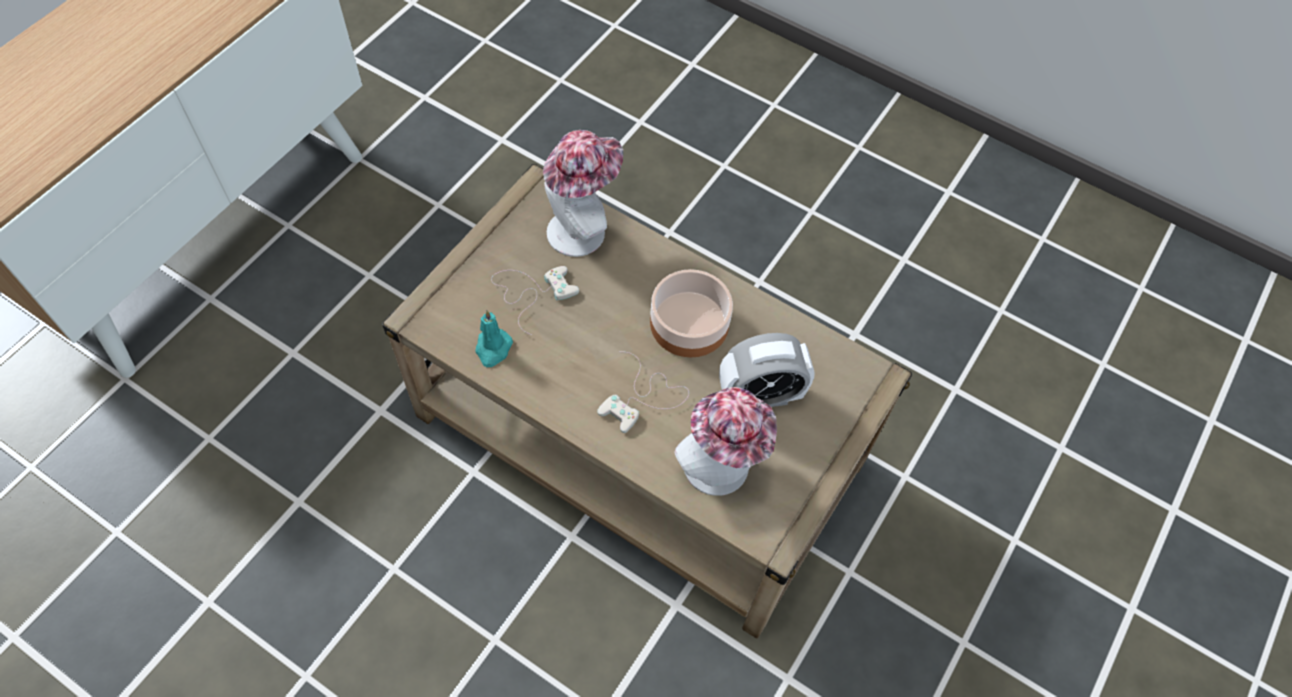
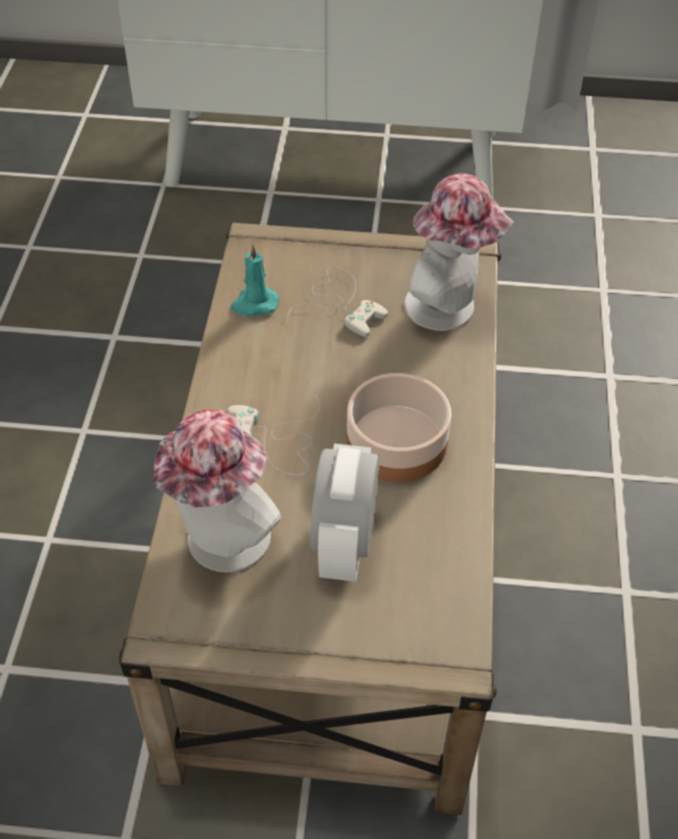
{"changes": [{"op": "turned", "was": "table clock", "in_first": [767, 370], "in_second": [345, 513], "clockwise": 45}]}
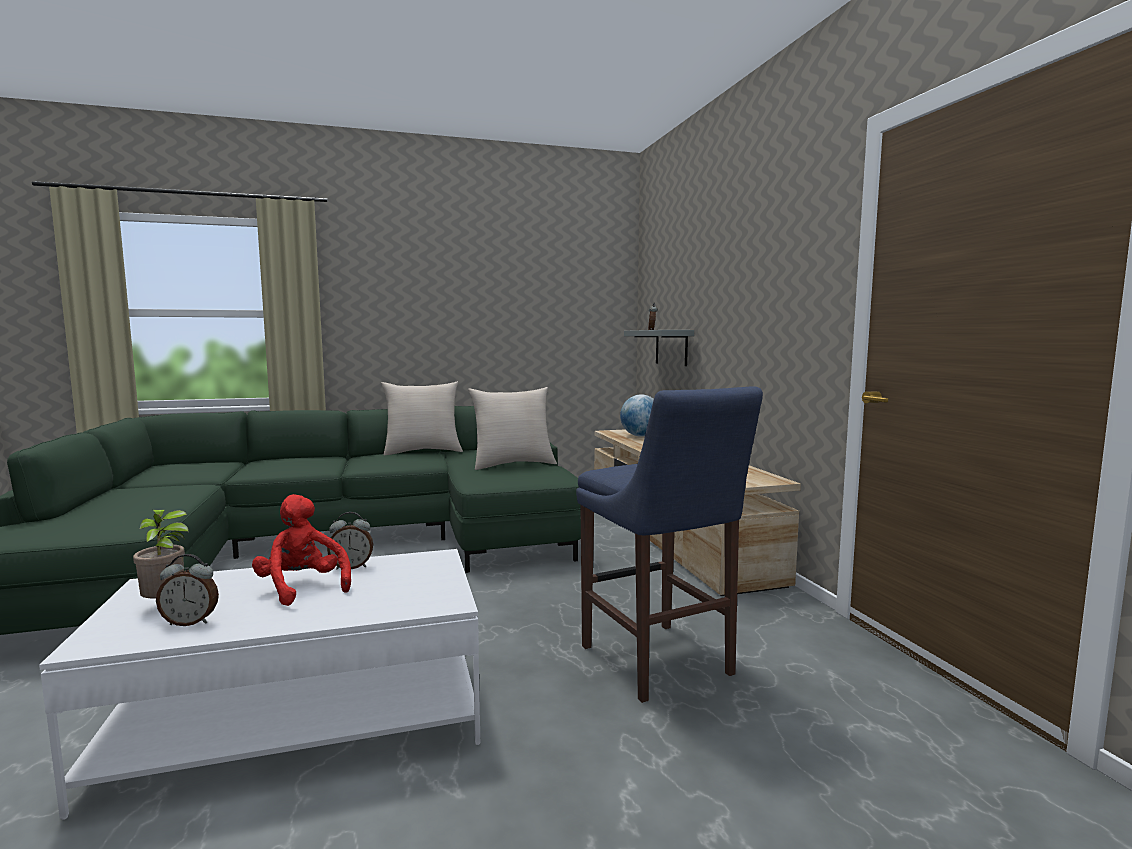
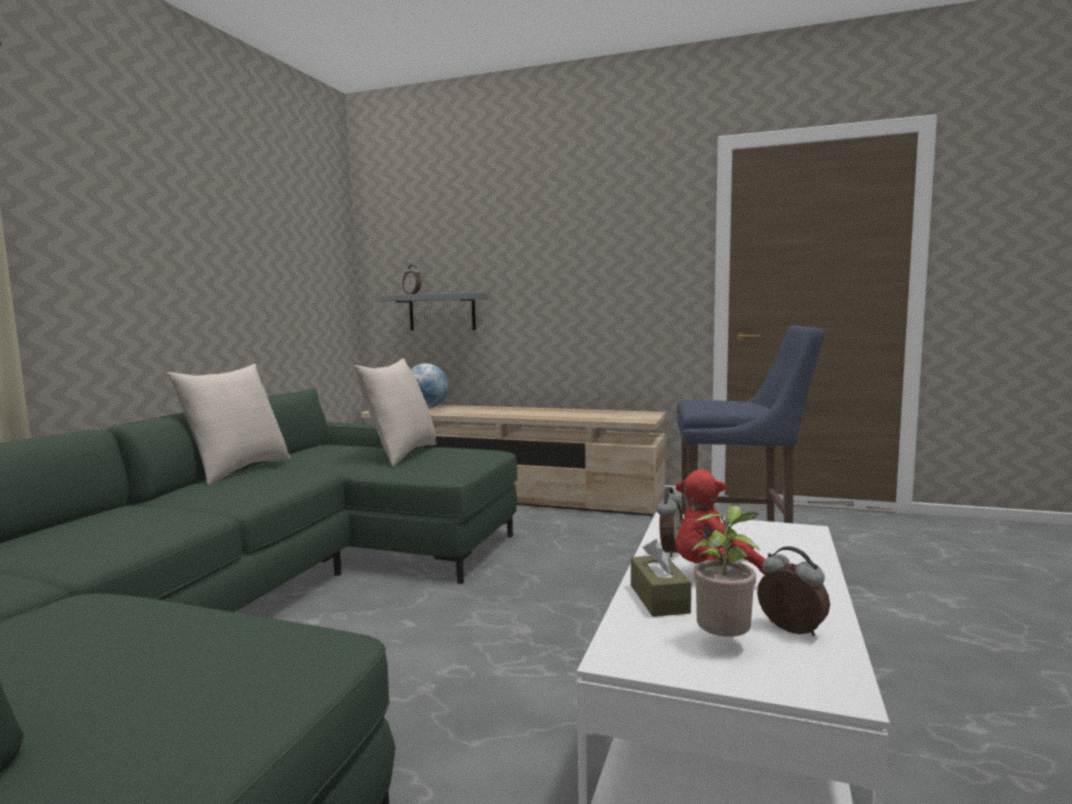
{"changes": [{"op": "turned", "was": "table clock", "in_first": [187, 590], "in_second": [793, 591], "clockwise": -75}, {"op": "added", "now": "brown-coloured tissue box", "in_second": [661, 578]}]}
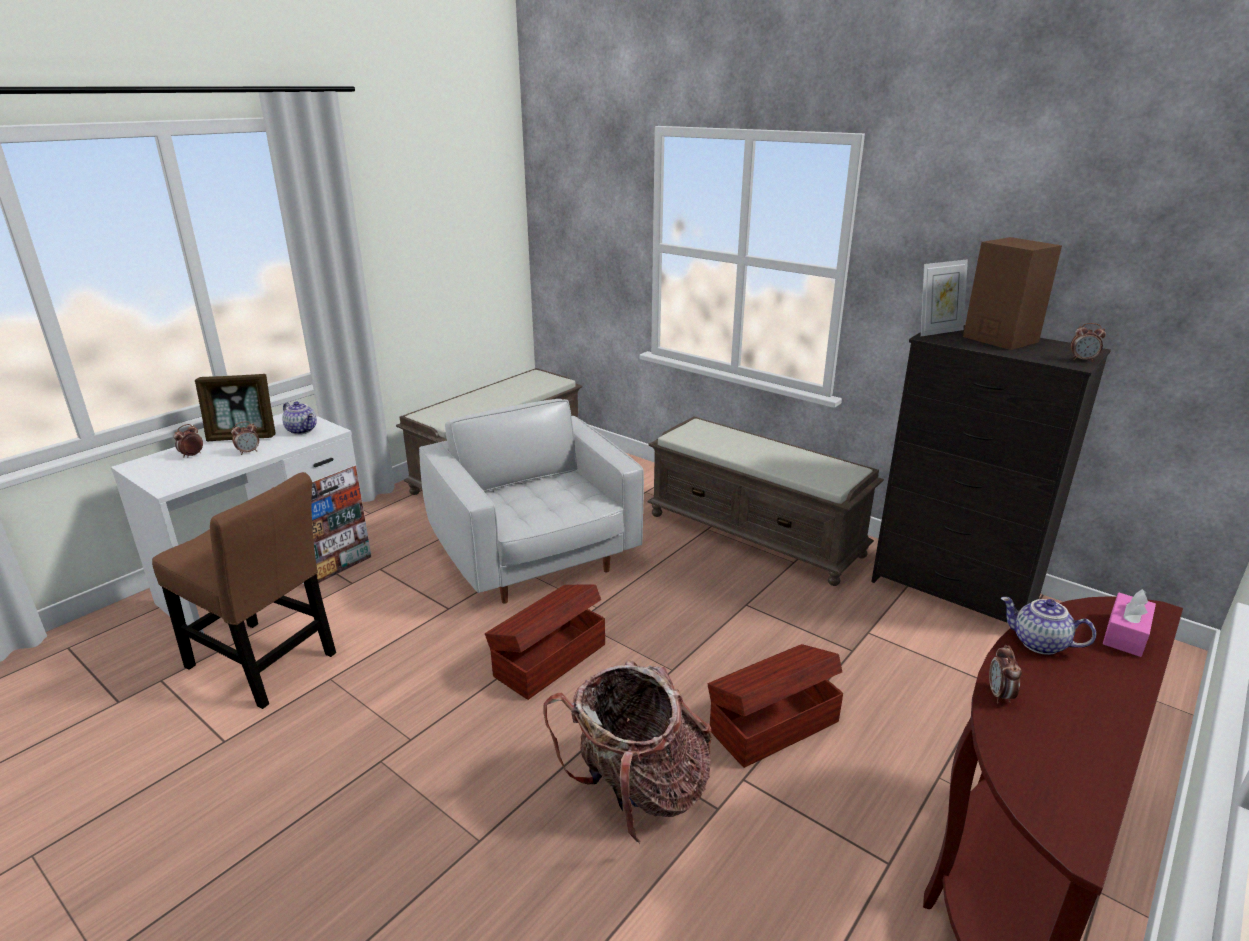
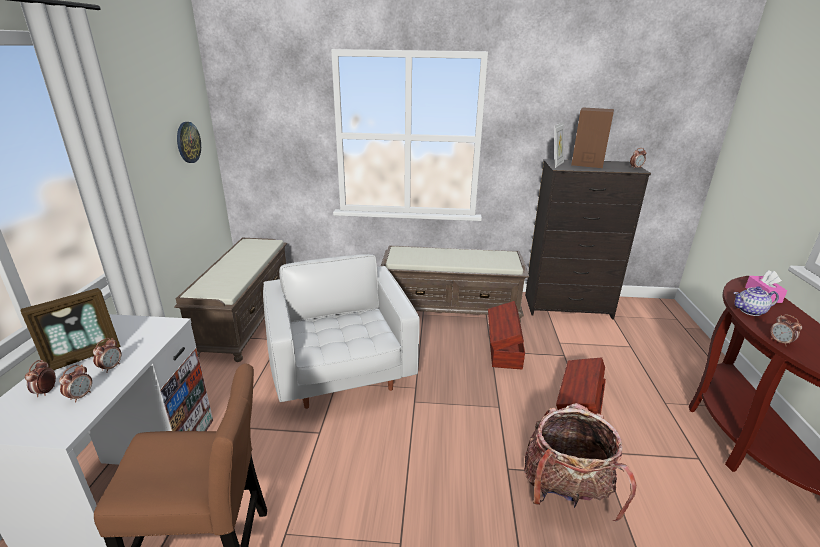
{"changes": [{"op": "removed", "was": "pot for tea", "in_first": [299, 418]}, {"op": "turned", "was": "white-coloured lounge chair", "in_first": [531, 501], "in_second": [341, 331], "clockwise": 45}, {"op": "moved", "was": "brown-coloured storage container", "in_first": [545, 642], "in_second": [506, 335]}, {"op": "added", "now": "table clock", "in_second": [75, 383]}, {"op": "added", "now": "wall clock", "in_second": [189, 142]}]}
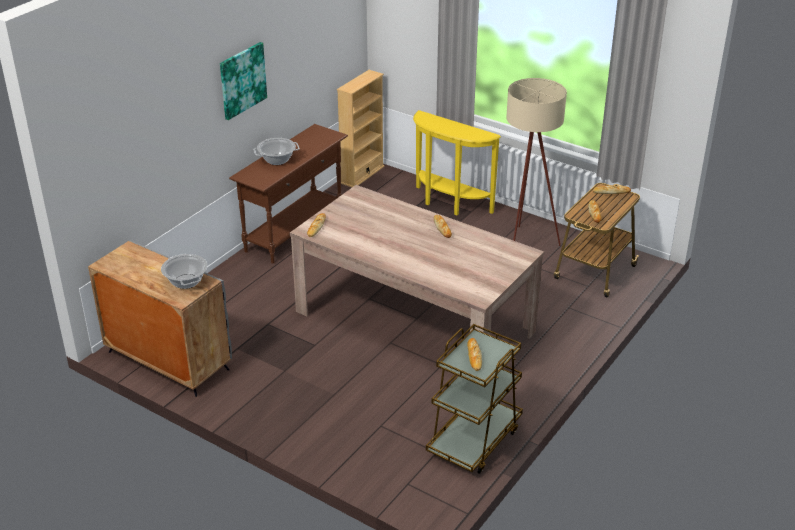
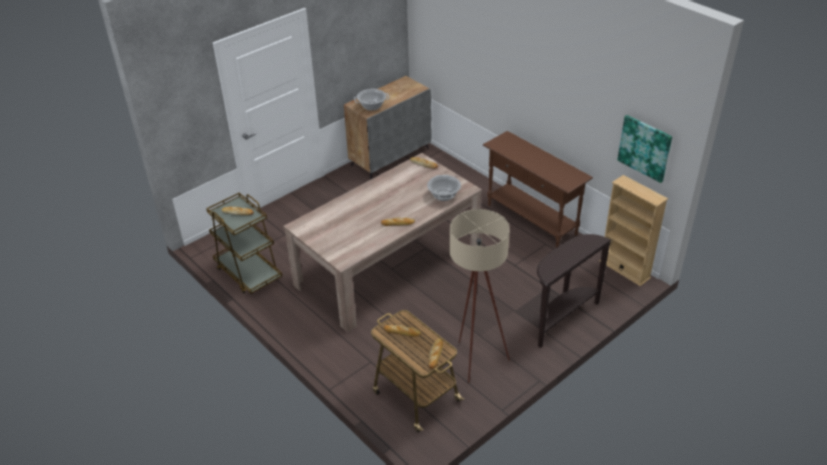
{"changes": [{"op": "moved", "was": "wall picture", "in_first": [243, 81], "in_second": [644, 149]}, {"op": "moved", "was": "cooking pot", "in_first": [276, 151], "in_second": [444, 188]}, {"op": "recoloured", "was": "yellow-coloured hall table", "now": "brown-coloured hall table", "in_first": [457, 162], "in_second": [574, 291]}]}
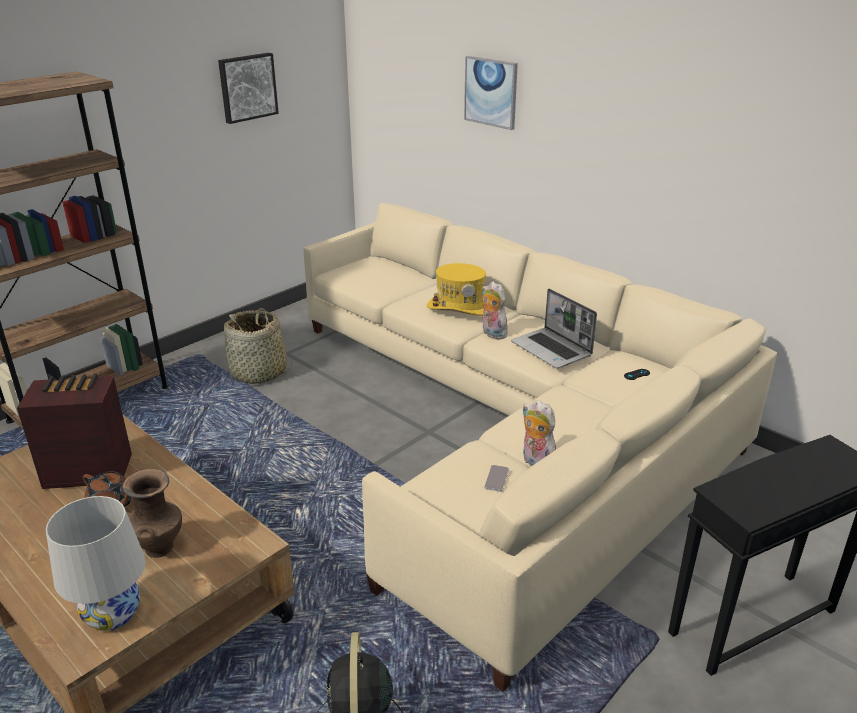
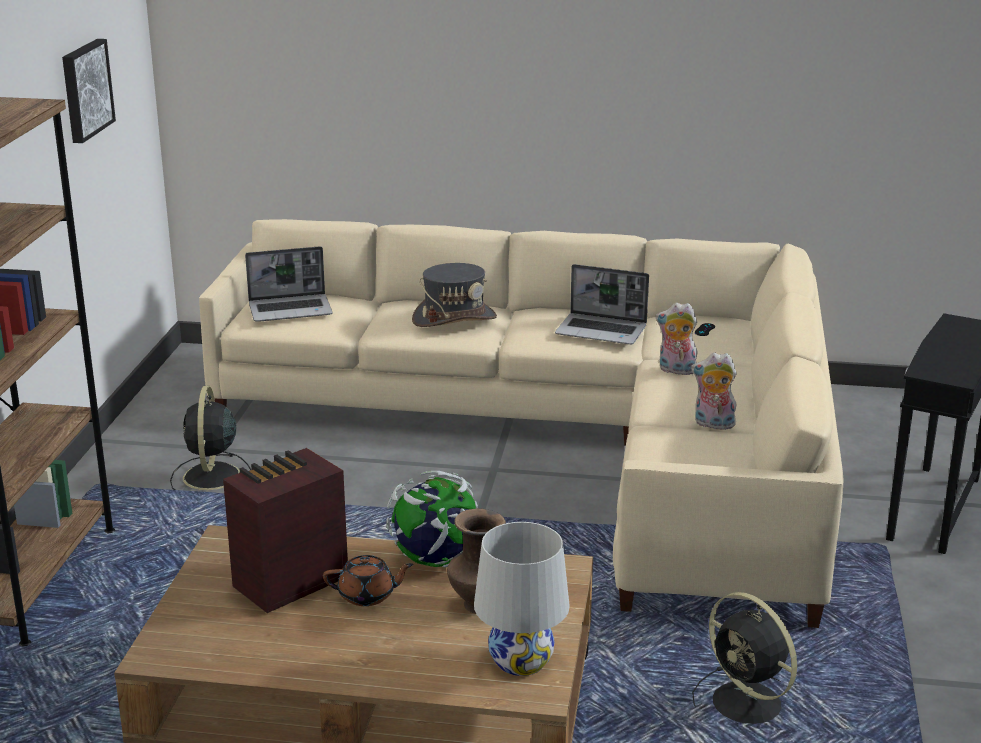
{"changes": [{"op": "replaced", "was": "basket", "now": "black cooling fan", "in_first": [258, 346], "in_second": [210, 438]}, {"op": "recoloured", "was": "yellow-coloured wearable hat", "now": "grey wearable hat", "in_first": [456, 289], "in_second": [454, 295]}, {"op": "removed", "was": "wall picture", "in_first": [491, 93]}, {"op": "moved", "was": "plush toy", "in_first": [495, 311], "in_second": [676, 338]}, {"op": "removed", "was": "telephone", "in_first": [496, 478]}, {"op": "added", "now": "portable computer", "in_second": [289, 284]}, {"op": "added", "now": "desk globe", "in_second": [432, 519]}]}
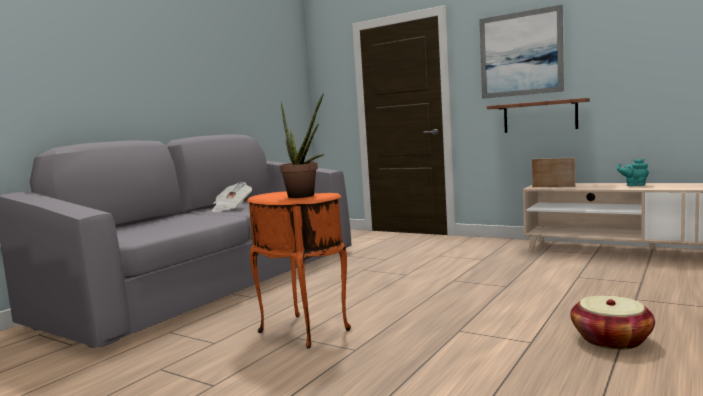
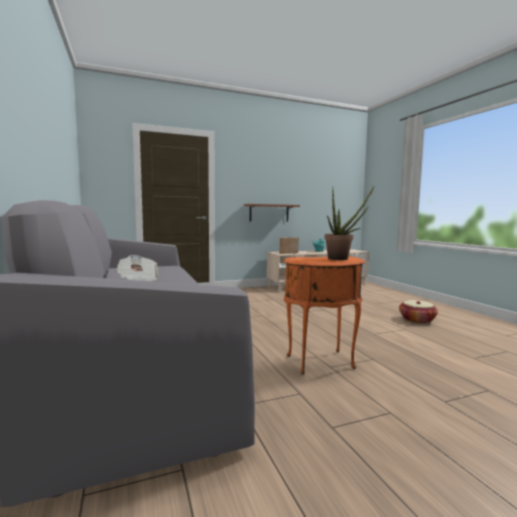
{"changes": [{"op": "removed", "was": "wall picture", "in_first": [521, 52]}]}
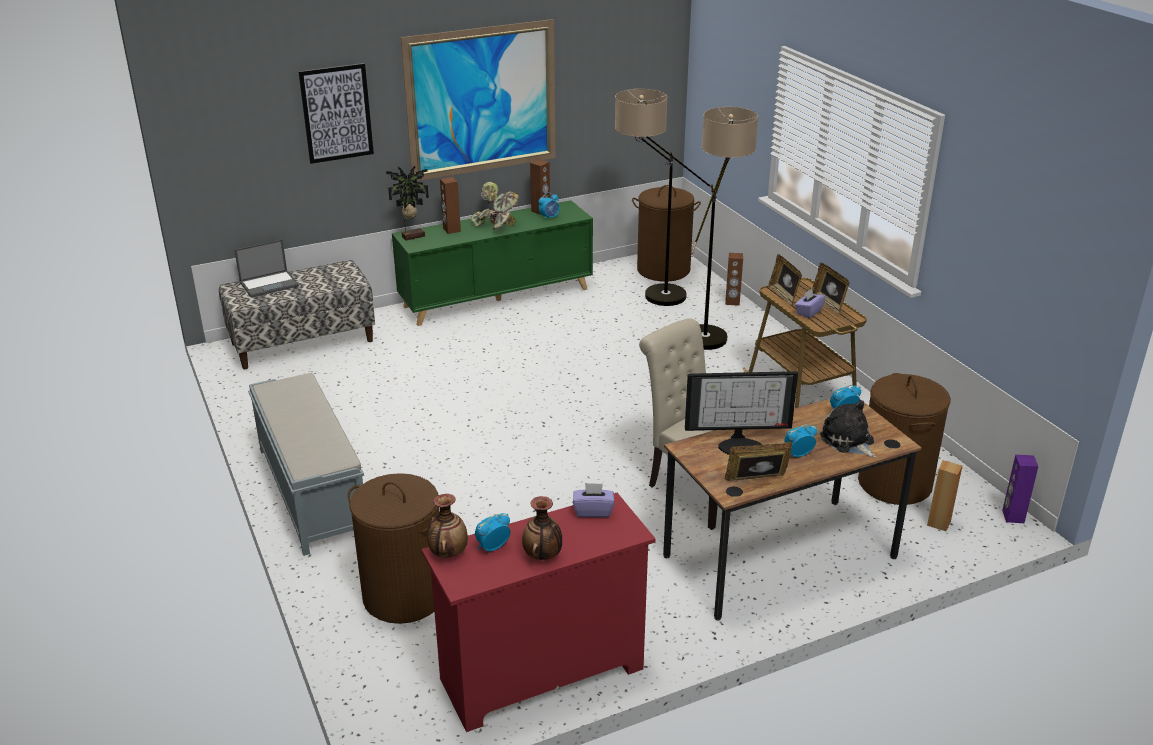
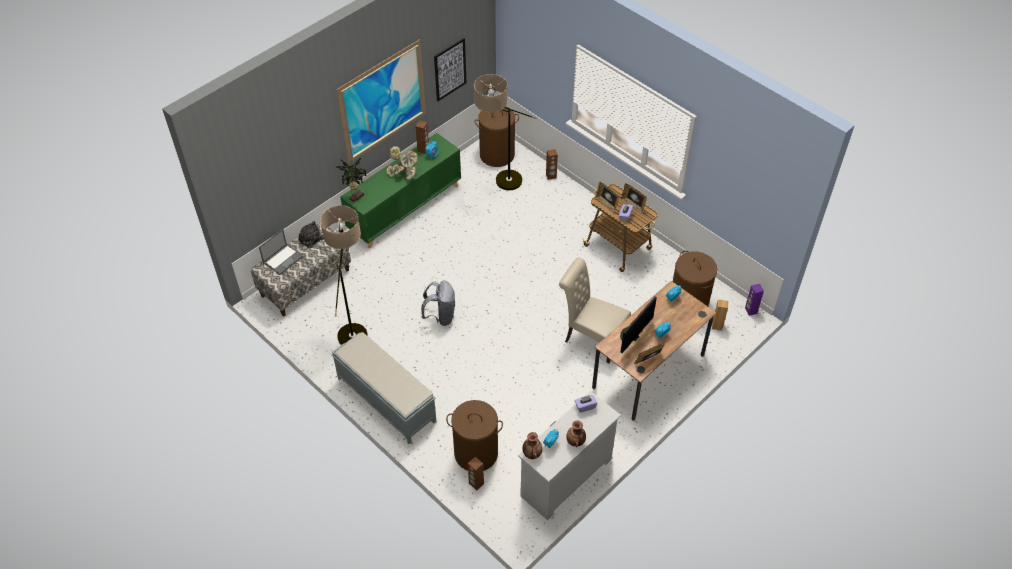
{"changes": [{"op": "moved", "was": "wall picture", "in_first": [336, 113], "in_second": [450, 69]}, {"op": "recoloured", "was": "reddish dresser", "now": "white-coloured dresser", "in_first": [538, 612], "in_second": [569, 455]}, {"op": "moved", "was": "brown-coloured loudspeaker", "in_first": [450, 205], "in_second": [476, 473]}, {"op": "turned", "was": "computer display", "in_first": [741, 413], "in_second": [638, 324], "clockwise": 150}, {"op": "moved", "was": "standard lamp", "in_first": [724, 228], "in_second": [344, 275]}, {"op": "moved", "was": "plush toy", "in_first": [848, 429], "in_second": [312, 234]}, {"op": "added", "now": "grey knapsack", "in_second": [438, 303]}]}
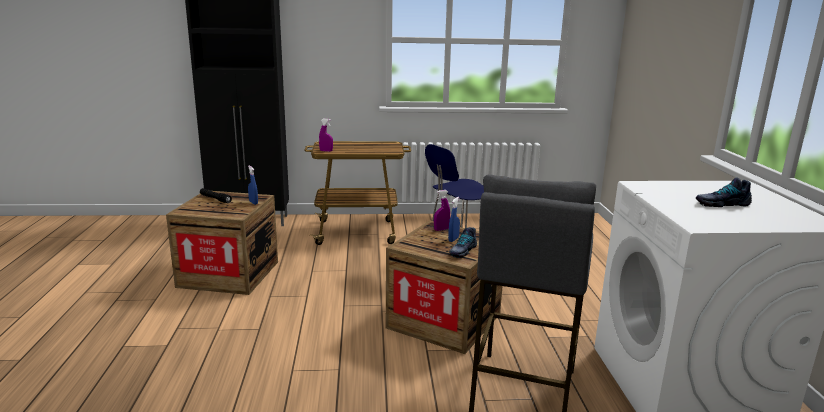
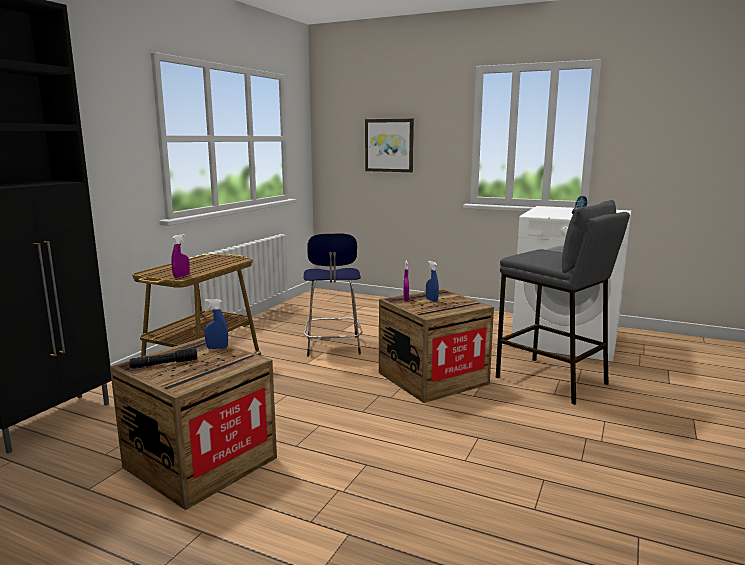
{"changes": [{"op": "removed", "was": "item of footwear", "in_first": [463, 242]}, {"op": "added", "now": "wall picture", "in_second": [389, 145]}]}
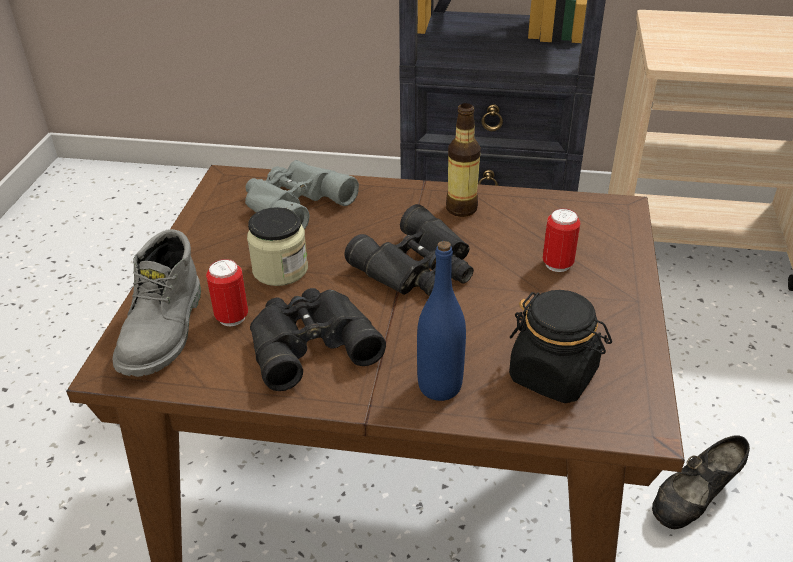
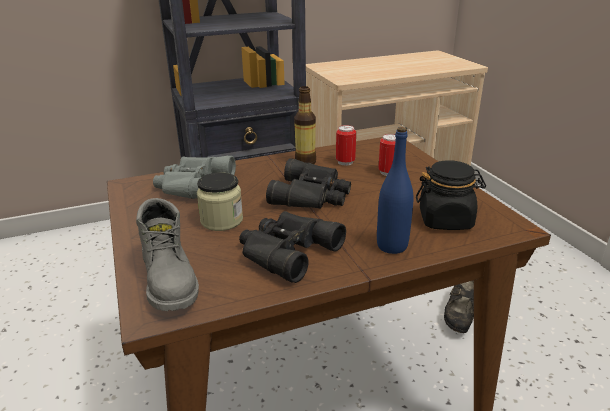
{"changes": [{"op": "moved", "was": "sealed can", "in_first": [227, 292], "in_second": [346, 145]}]}
